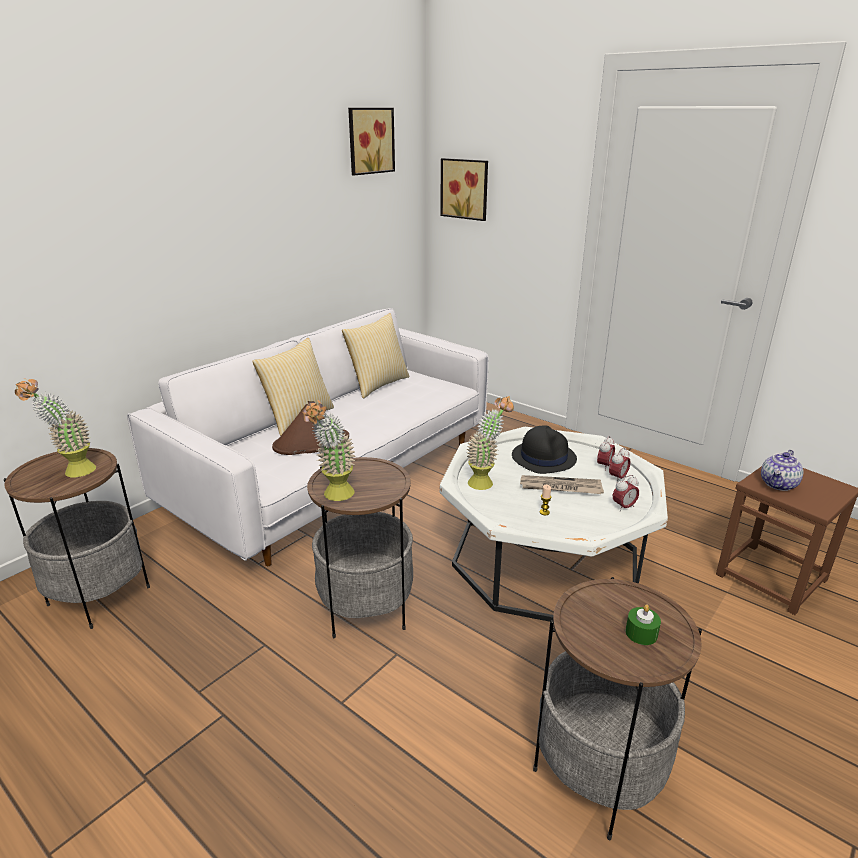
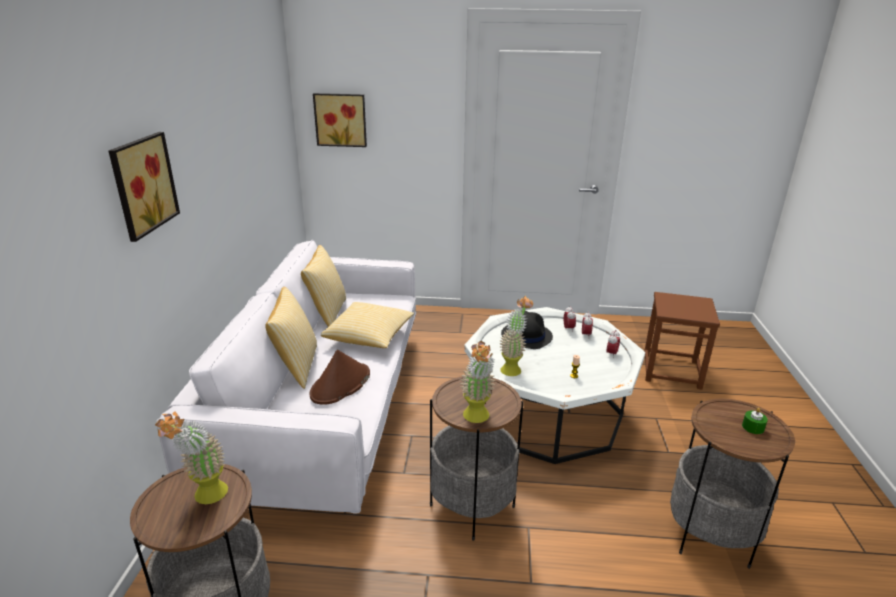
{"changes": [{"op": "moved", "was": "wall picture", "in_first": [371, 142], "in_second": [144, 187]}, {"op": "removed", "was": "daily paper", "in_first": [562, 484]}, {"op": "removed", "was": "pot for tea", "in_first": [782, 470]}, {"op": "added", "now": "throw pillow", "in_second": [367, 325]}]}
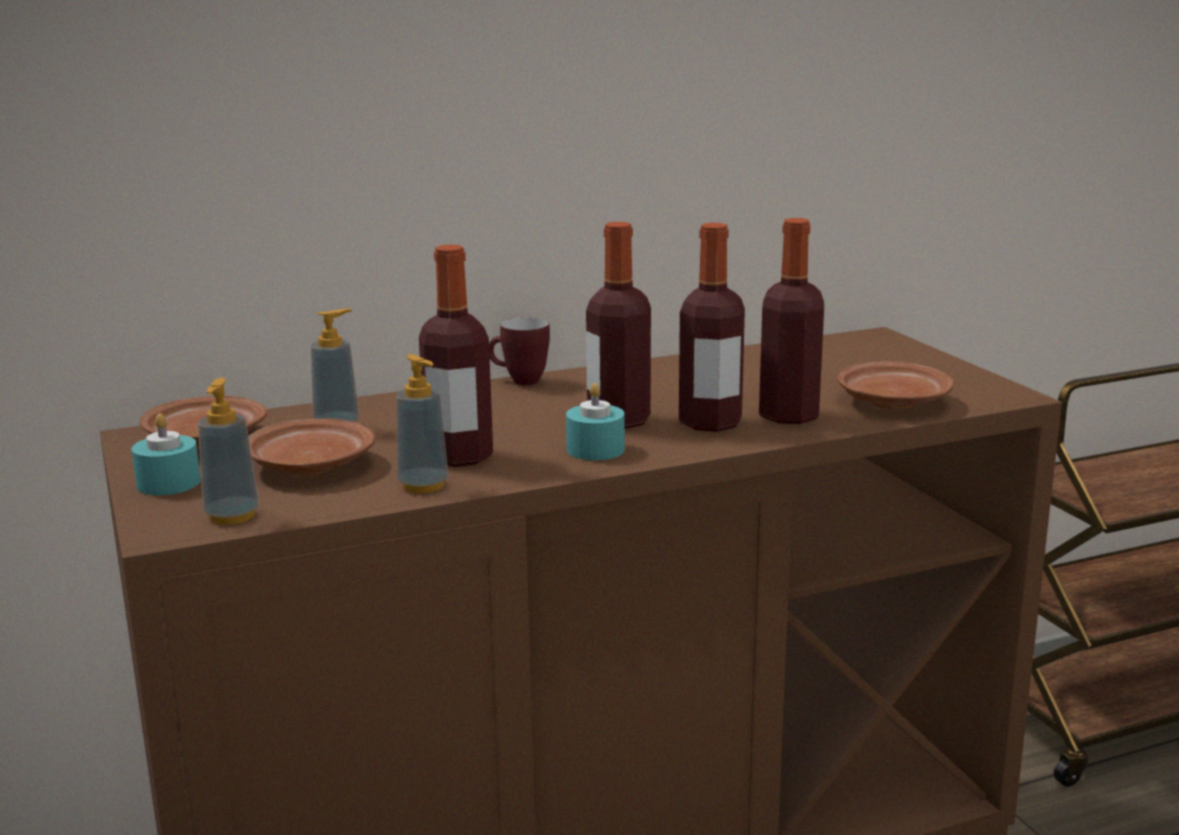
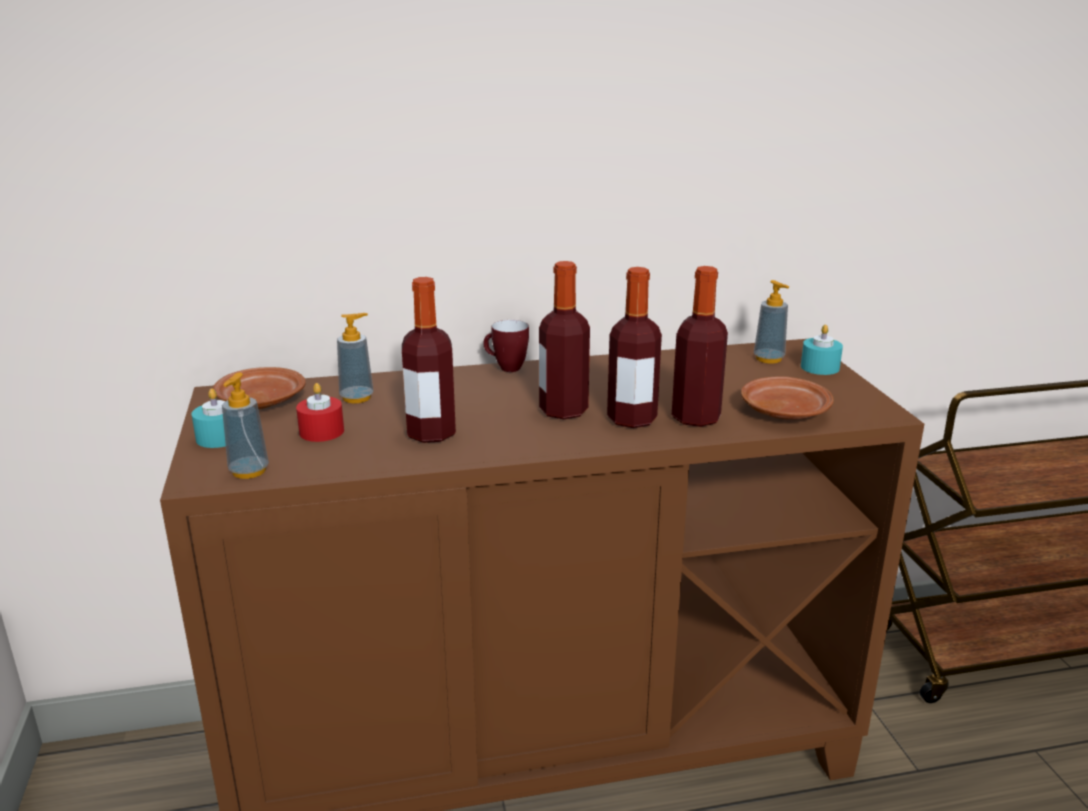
{"changes": [{"op": "replaced", "was": "brown-coloured plate", "now": "reddish wax light", "in_first": [311, 447], "in_second": [320, 412]}, {"op": "moved", "was": "soap bottle", "in_first": [422, 423], "in_second": [771, 322]}, {"op": "moved", "was": "turquoise-coloured wax light", "in_first": [595, 421], "in_second": [822, 350]}]}
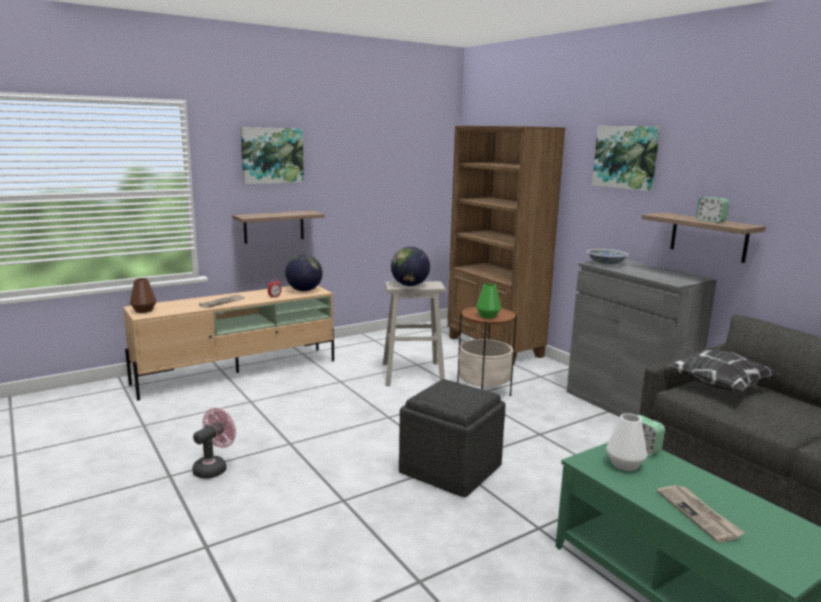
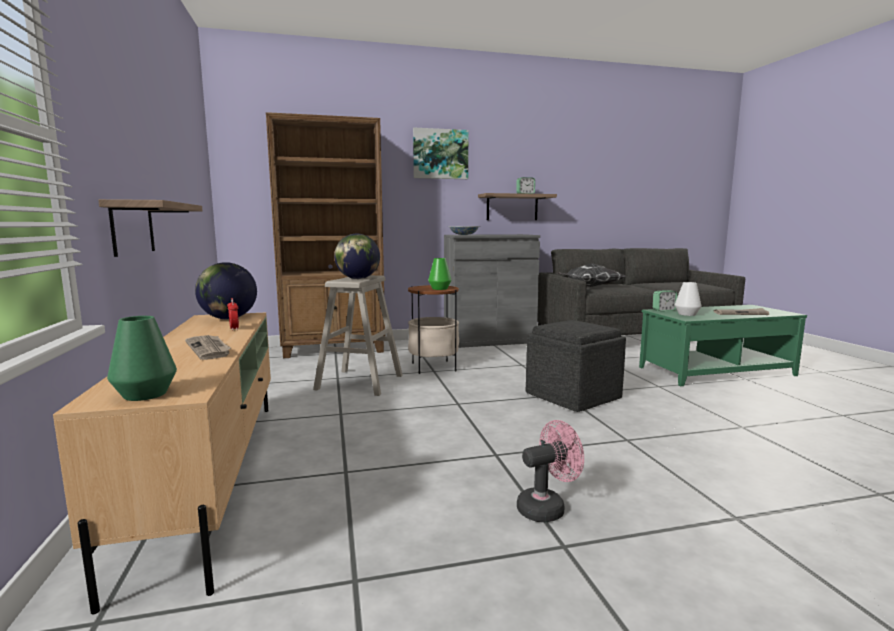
{"changes": [{"op": "recoloured", "was": "brown-coloured decorative vase", "now": "green decorative vase", "in_first": [143, 295], "in_second": [142, 358]}, {"op": "turned", "was": "pinkish cooling fan", "in_first": [214, 443], "in_second": [550, 471], "clockwise": 105}, {"op": "removed", "was": "wall picture", "in_first": [272, 155]}]}
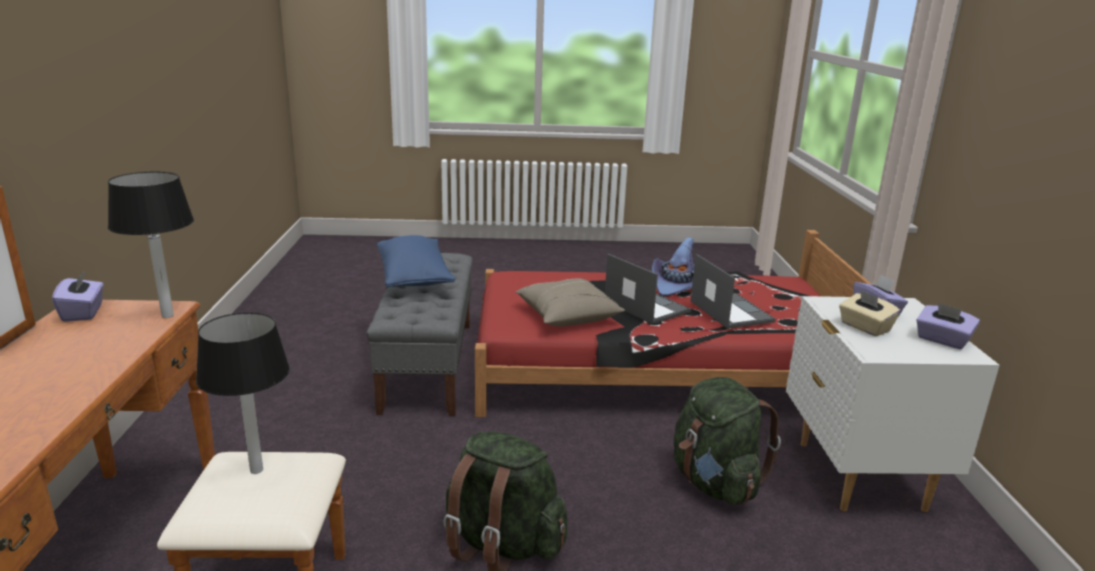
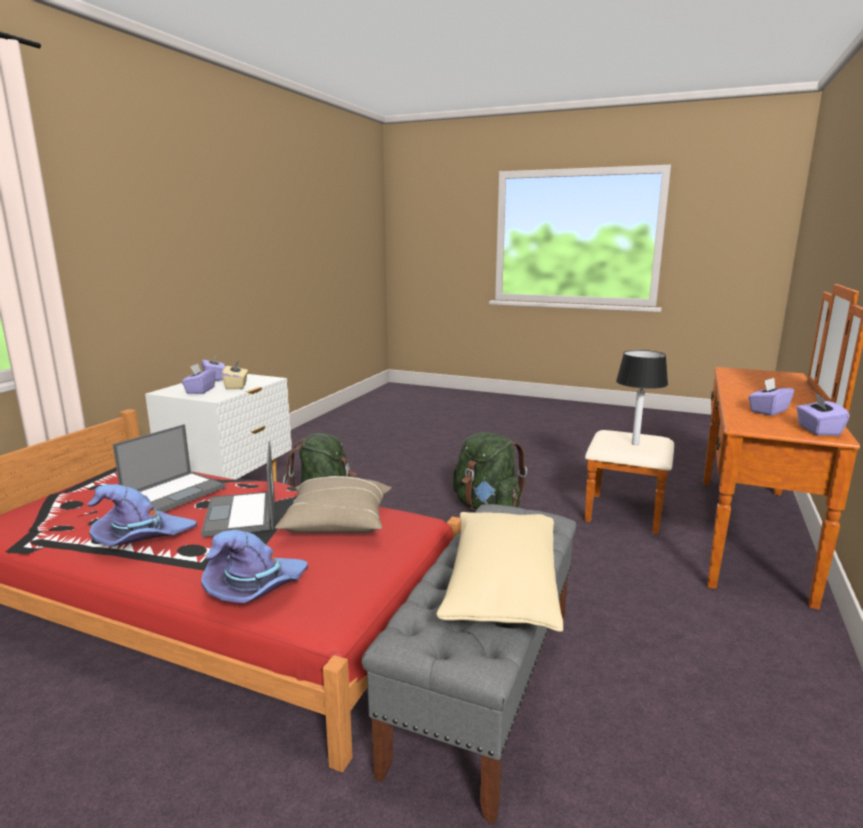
{"changes": [{"op": "removed", "was": "table lamp", "in_first": [151, 245]}, {"op": "recoloured", "was": "bluish throw pillow", "now": "beige throw pillow", "in_first": [416, 261], "in_second": [499, 572]}, {"op": "turned", "was": "portable computer", "in_first": [733, 291], "in_second": [169, 468], "clockwise": -150}, {"op": "added", "now": "purple wearable hat", "in_second": [254, 566]}, {"op": "added", "now": "purple tissue box", "in_second": [771, 397]}]}
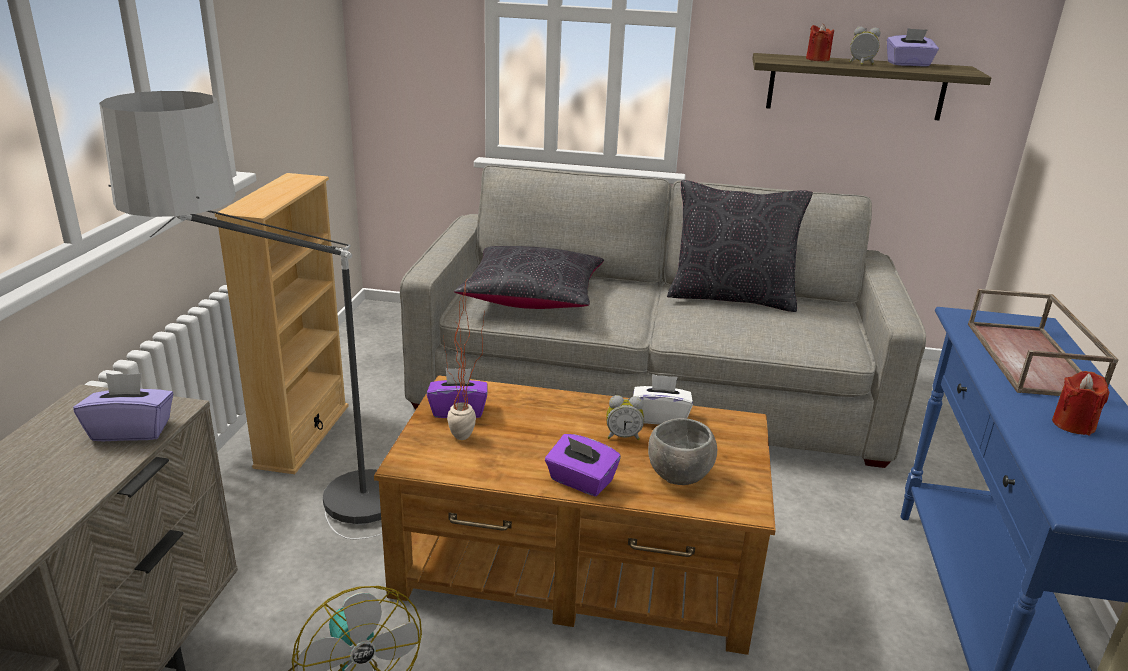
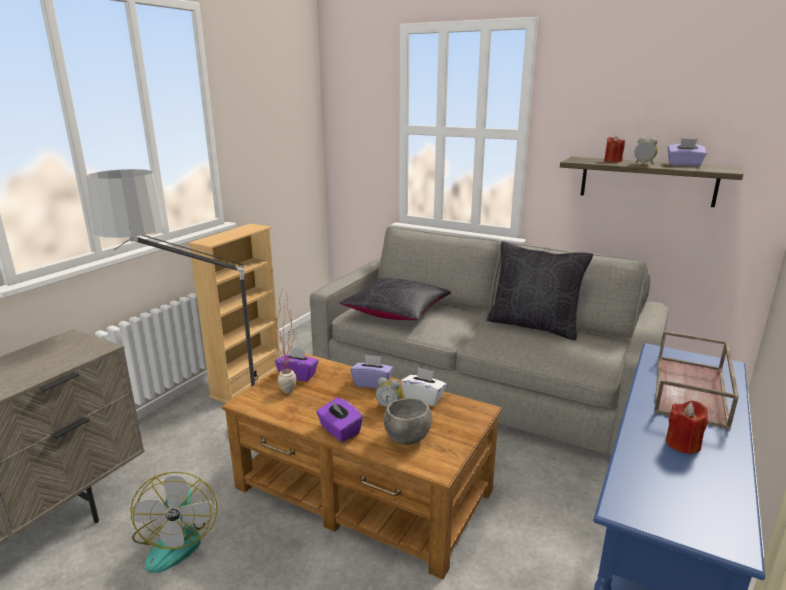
{"changes": [{"op": "moved", "was": "purple tissue box", "in_first": [123, 407], "in_second": [371, 371]}]}
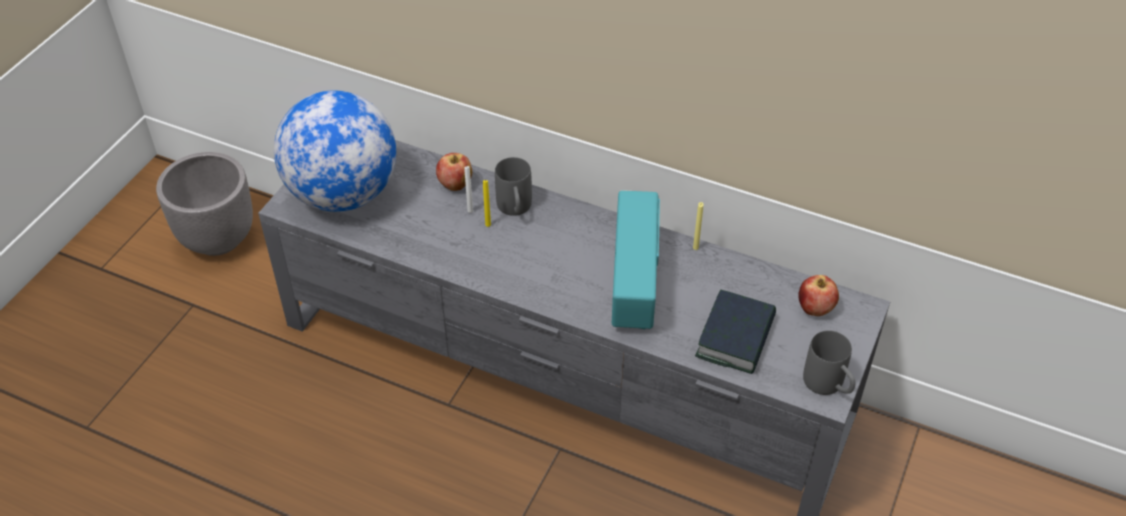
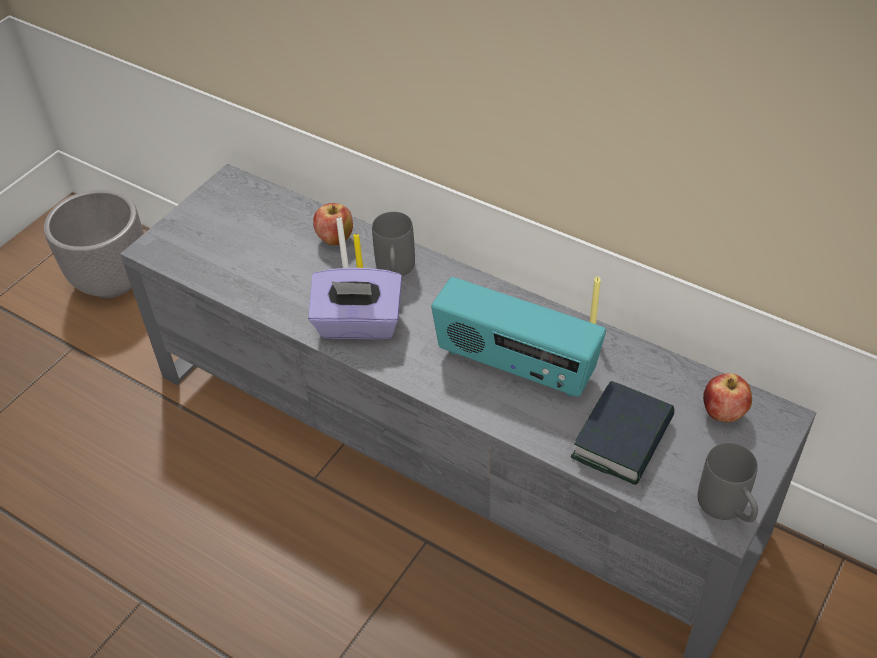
{"changes": [{"op": "removed", "was": "desk globe", "in_first": [335, 151]}, {"op": "turned", "was": "radio", "in_first": [636, 259], "in_second": [518, 337], "clockwise": 105}, {"op": "added", "now": "purple tissue box", "in_second": [355, 304]}]}
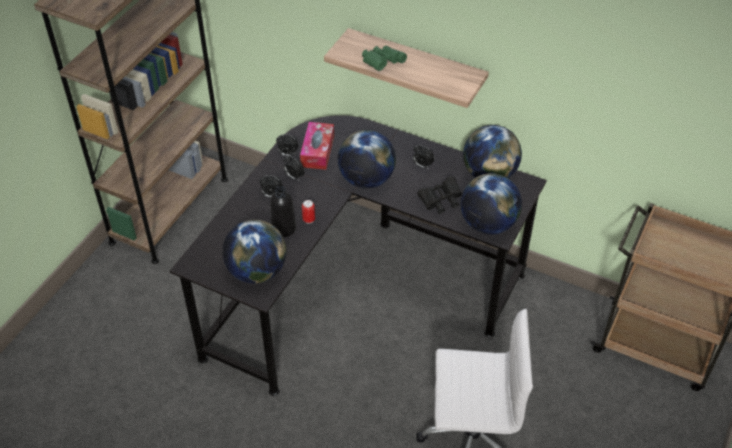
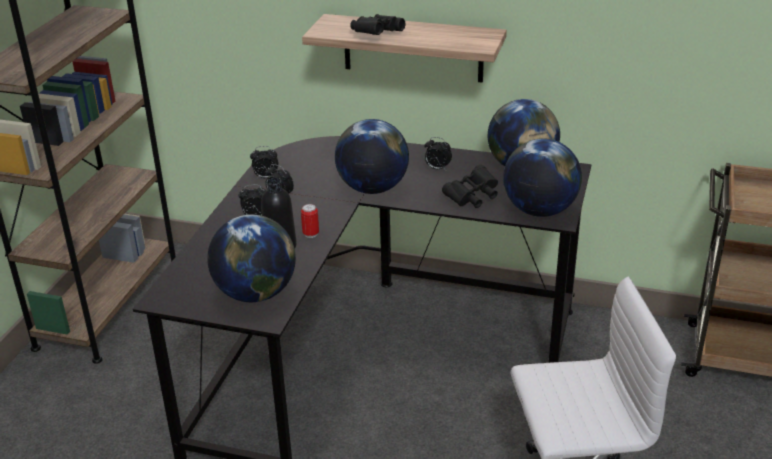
{"changes": [{"op": "removed", "was": "tissue box", "in_first": [317, 146]}, {"op": "recoloured", "was": "green binoculars", "now": "black binoculars", "in_first": [384, 58], "in_second": [377, 24]}]}
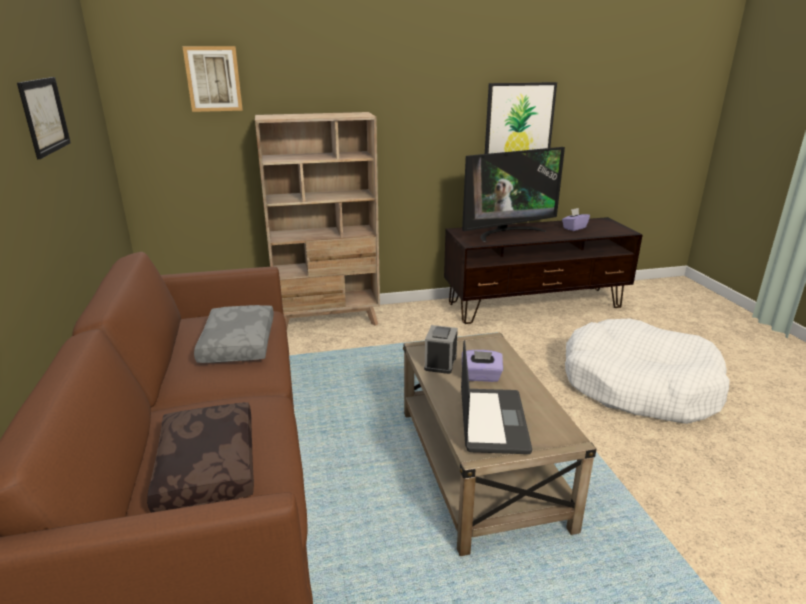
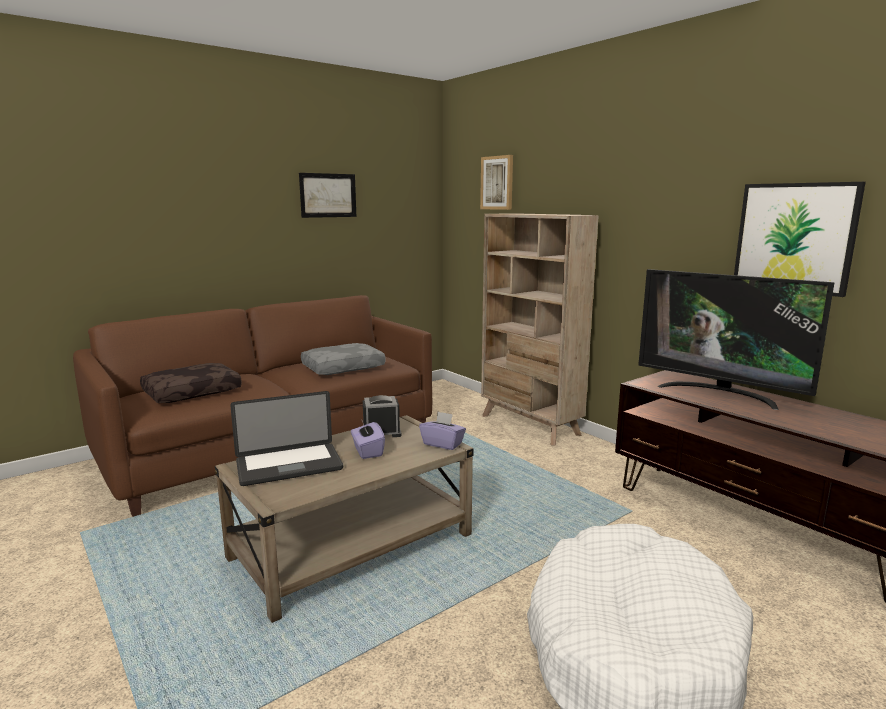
{"changes": [{"op": "moved", "was": "purple tissue box", "in_first": [576, 219], "in_second": [442, 431]}]}
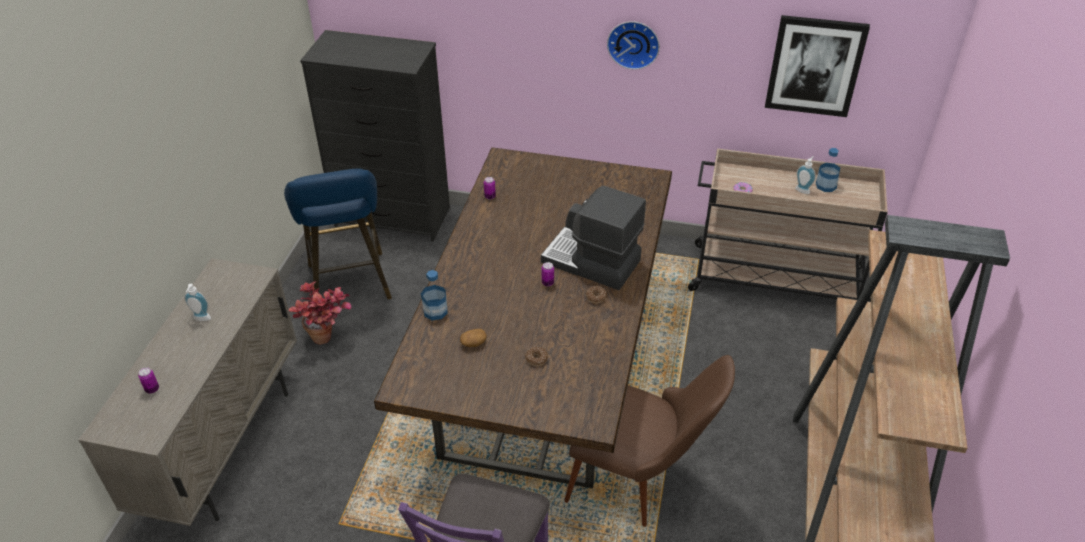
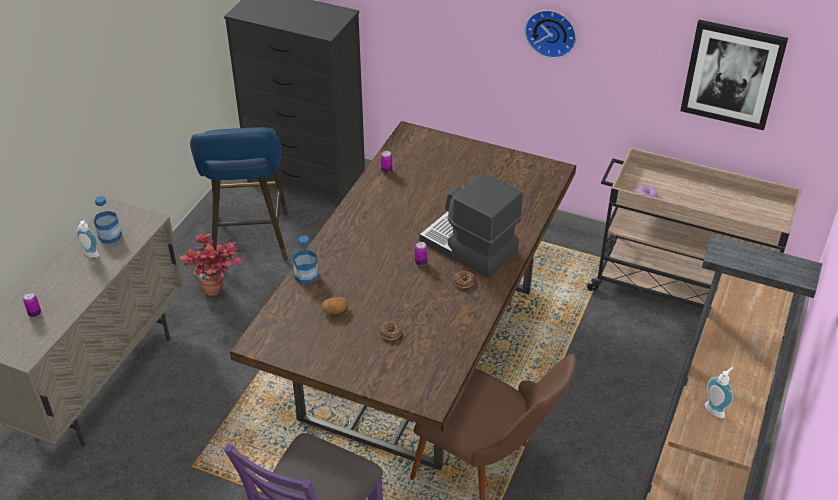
{"changes": [{"op": "moved", "was": "soap bottle", "in_first": [805, 175], "in_second": [719, 392]}, {"op": "moved", "was": "beverage bottle", "in_first": [828, 170], "in_second": [108, 220]}]}
